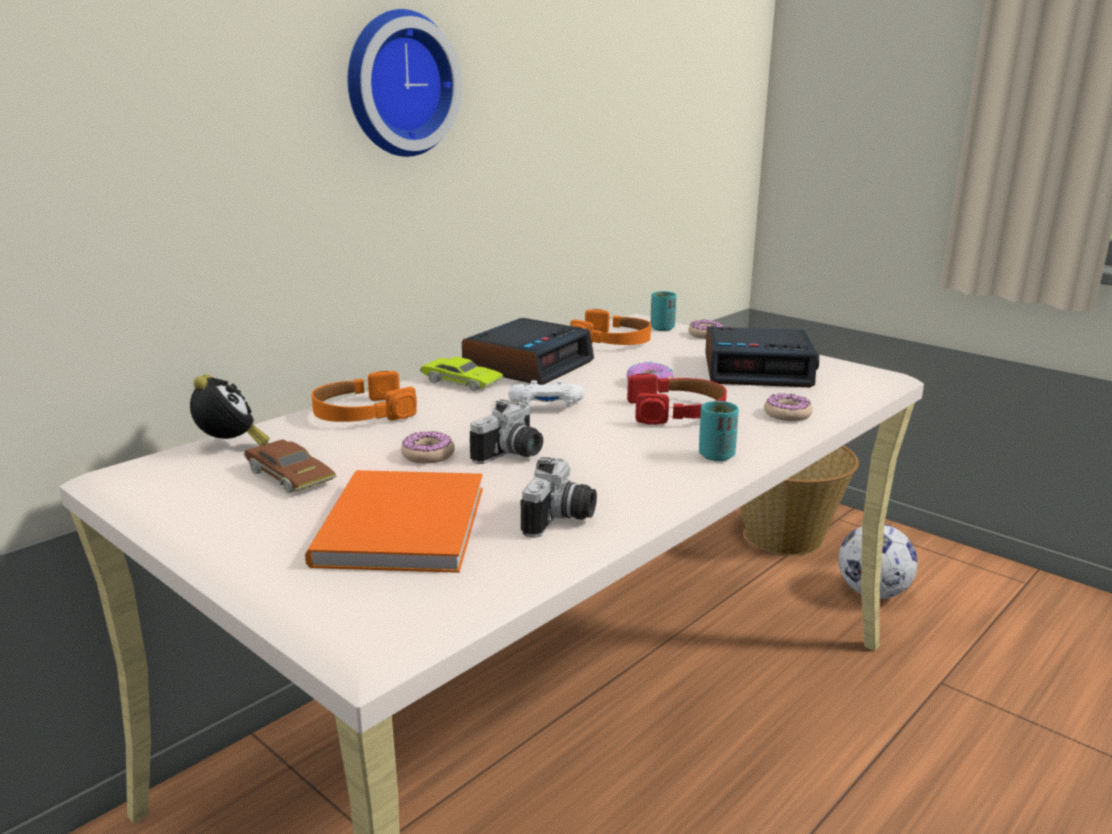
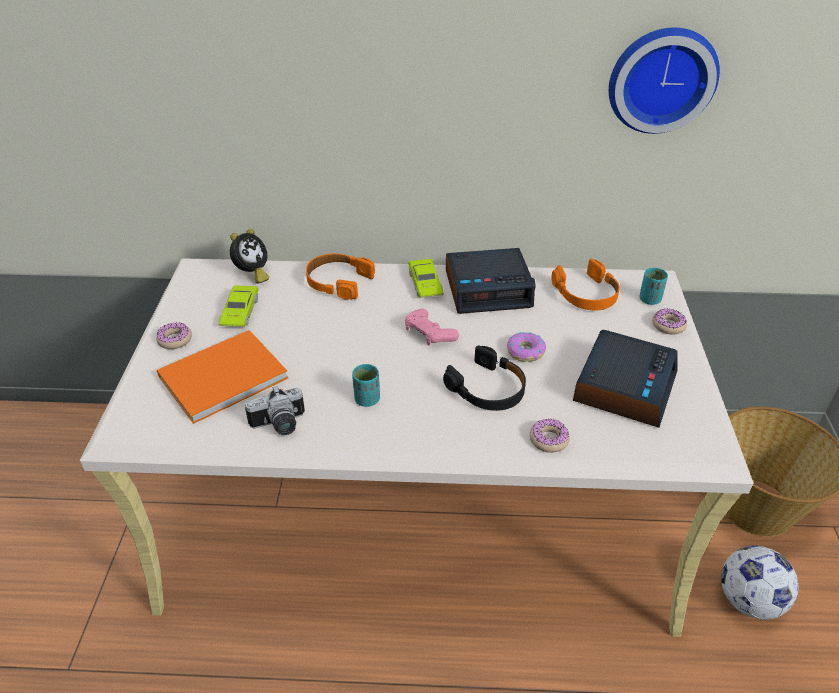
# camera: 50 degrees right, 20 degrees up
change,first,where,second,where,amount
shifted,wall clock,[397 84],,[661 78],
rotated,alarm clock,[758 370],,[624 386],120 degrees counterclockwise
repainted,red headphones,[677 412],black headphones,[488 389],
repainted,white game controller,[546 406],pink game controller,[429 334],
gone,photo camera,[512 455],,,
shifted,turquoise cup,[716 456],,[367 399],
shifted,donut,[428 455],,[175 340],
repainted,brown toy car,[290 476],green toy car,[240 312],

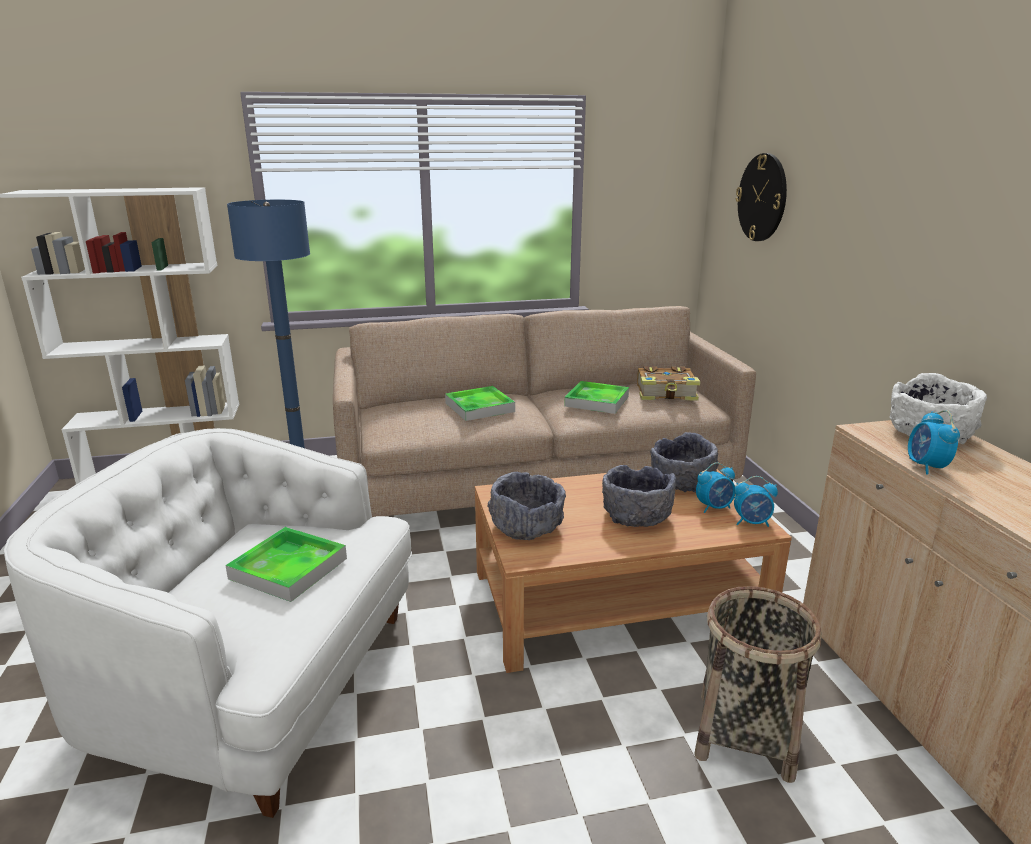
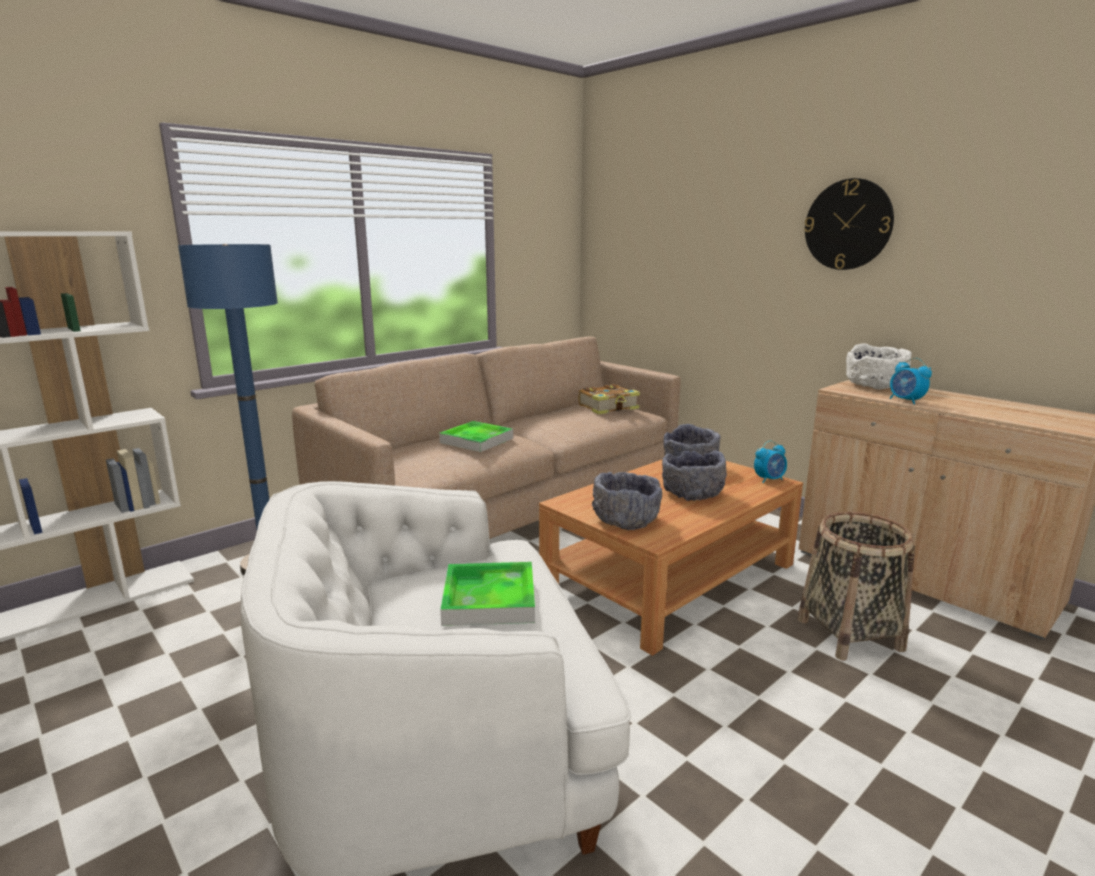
# camera: 30 degrees left, 5 degrees down
change,first,where,second,where,amount
shifted,wall clock,[762 197],,[848 224],
gone,tray,[597 401],,,
gone,alarm clock,[714 507],,,

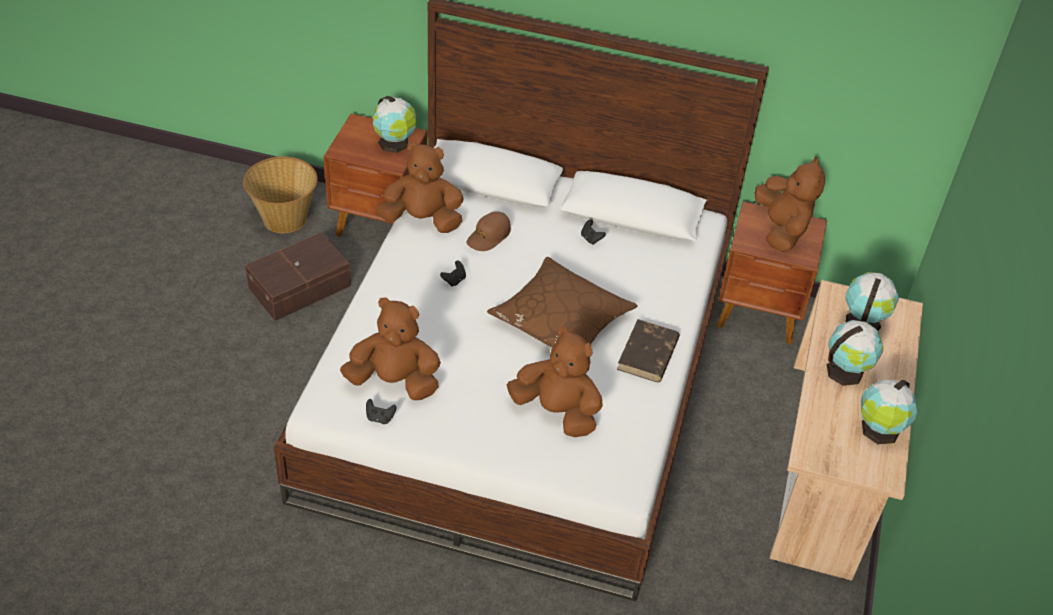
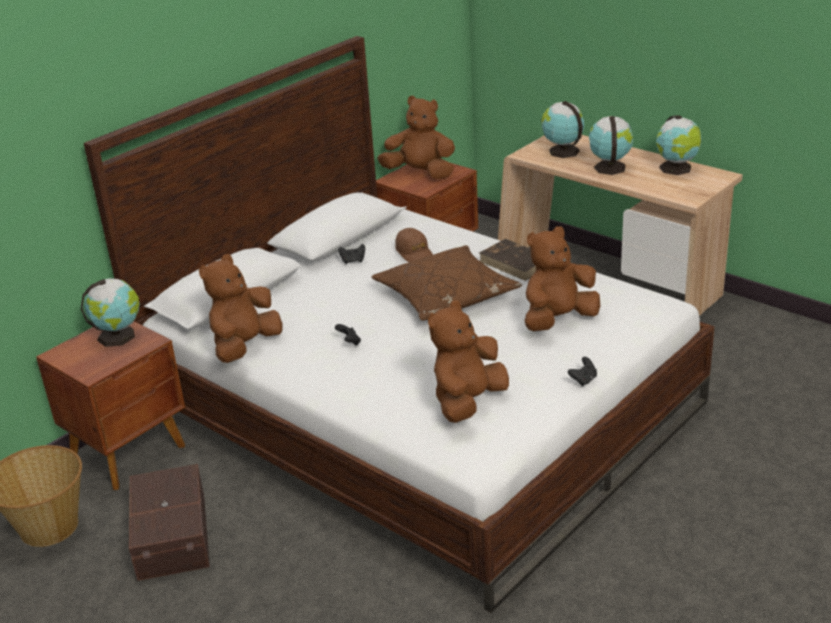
# camera: 60 degrees left, 15 degrees down
change,first,where,second,where,amount
shifted,brown cap,[488 236],,[414 252],
shifted,black game controller,[380 418],,[583 380],

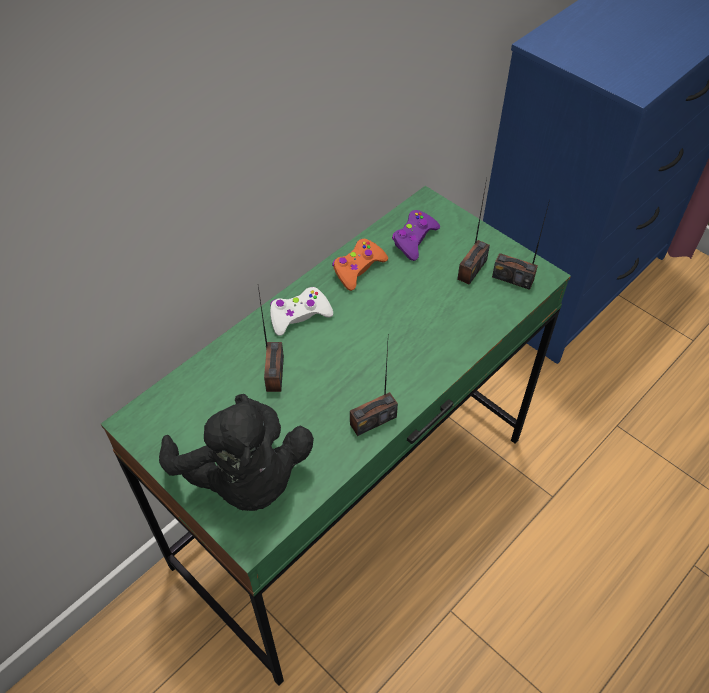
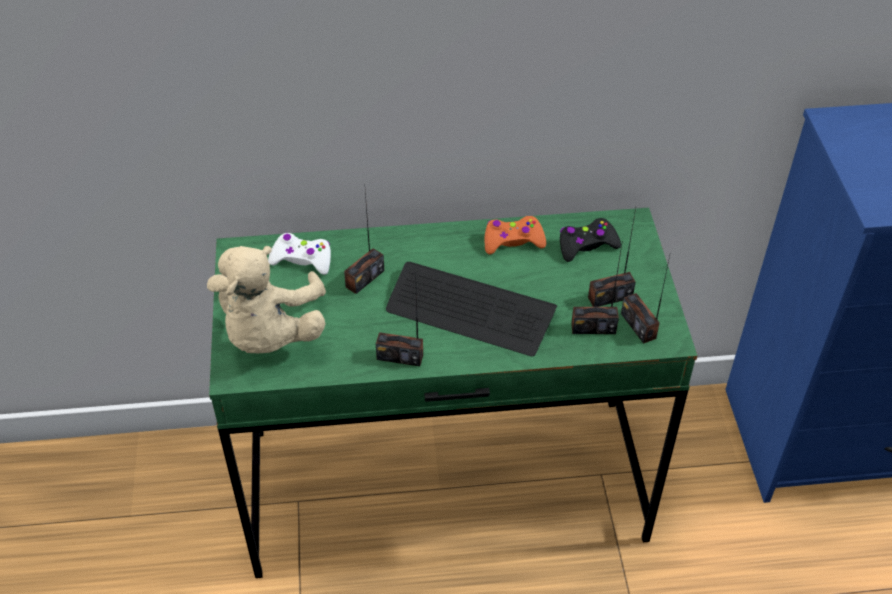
# camera: 40 degrees right, 5 degrees down
change,first,where,second,where,amount
repainted,purple game controller,[414 239],black game controller,[586 245],
shifted,white game controller,[299 316],,[302 259],
repainted,black plush toy,[244 477],beige plush toy,[270 334],
new,,,radio,[593 328],
new,,,keyboard,[470 311],

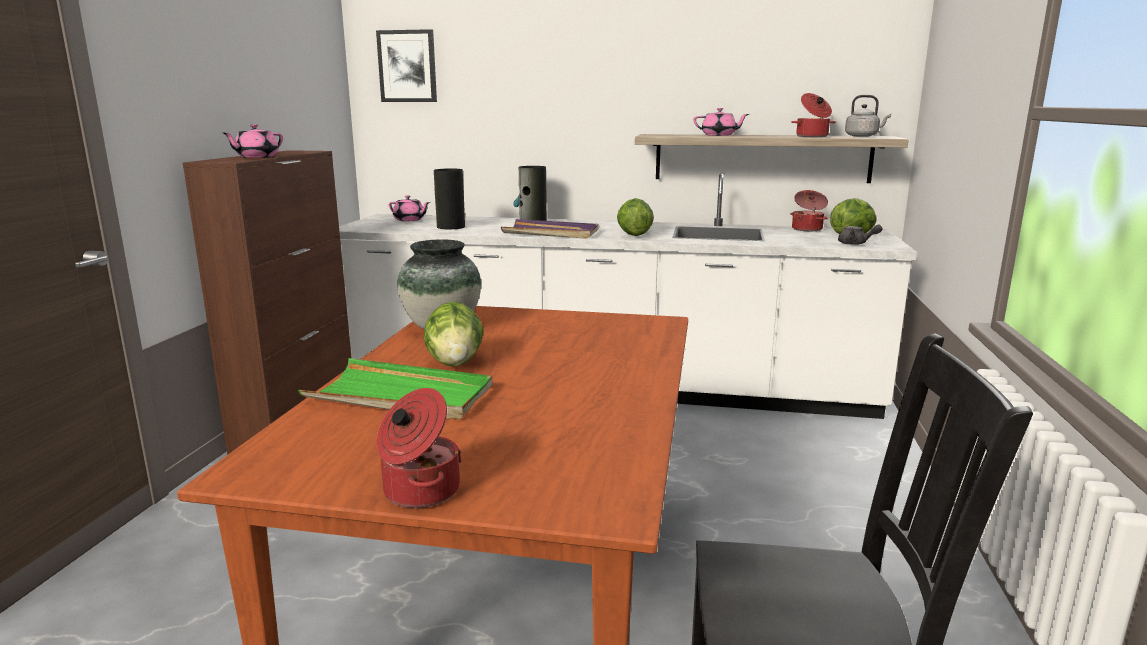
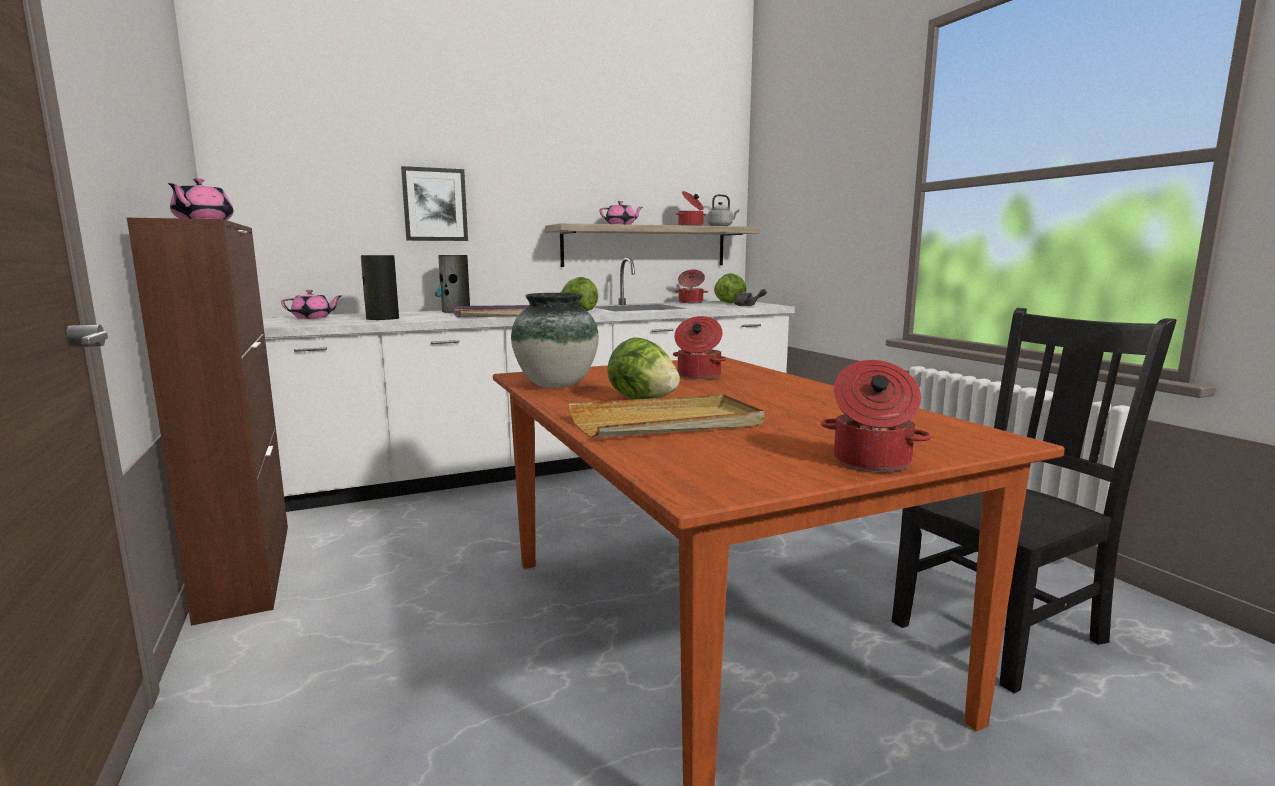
# camera: 35 degrees left, 5 degrees down
change,first,where,second,where,amount
shifted,picture,[407 66],,[435 204],
repainted,green tray,[401 395],beige tray,[666 423],
new,,,cooking pot,[698 376],

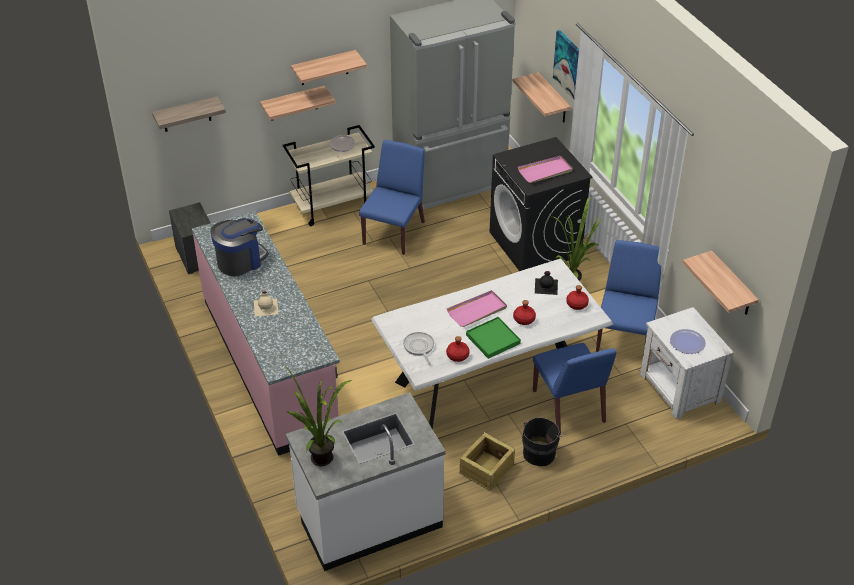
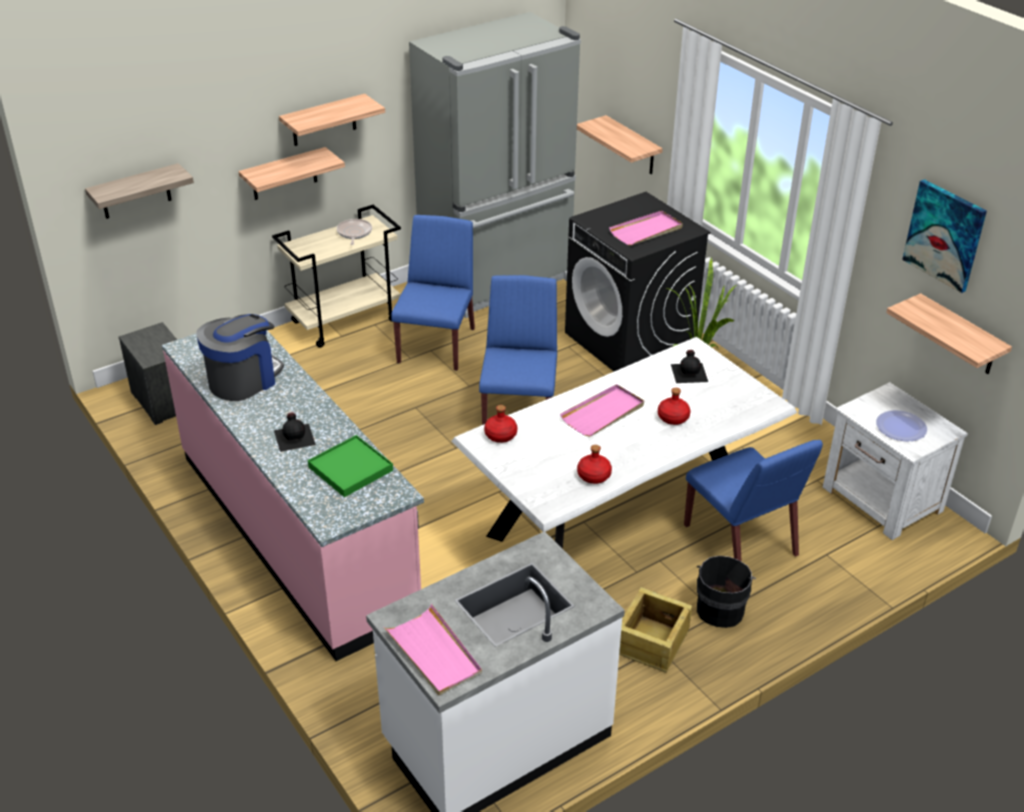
# camera: 10 degrees left, 5 degrees down
change,first,where,second,where,amount
shifted,picture,[569 65],,[945 235],
shifted,blue chair,[624 338],,[519 411],
shifted,red bottle,[577 304],,[500 435],
repainted,beige bottle,[266 307],black bottle,[295 437],
shifted,green tray,[493 339],,[350 469],
gone,frying pan,[419 347],,,
swapped,potted plant,[321 463],pink tray,[434 653],

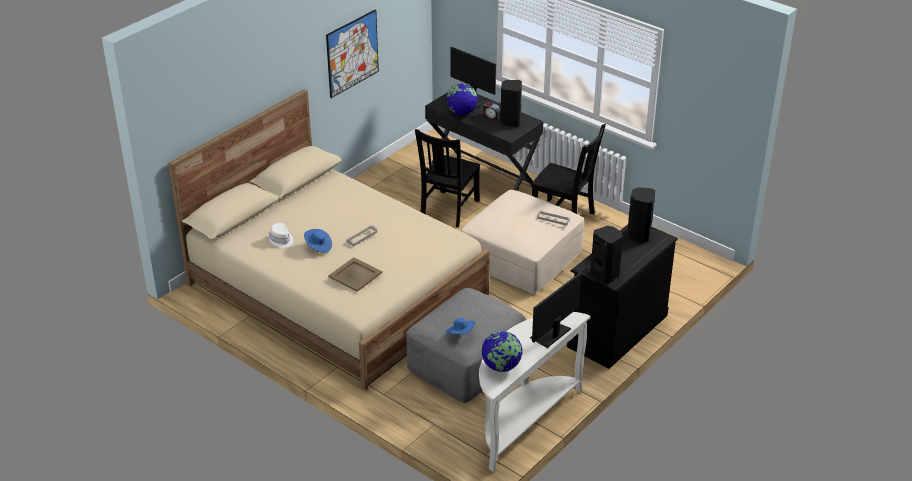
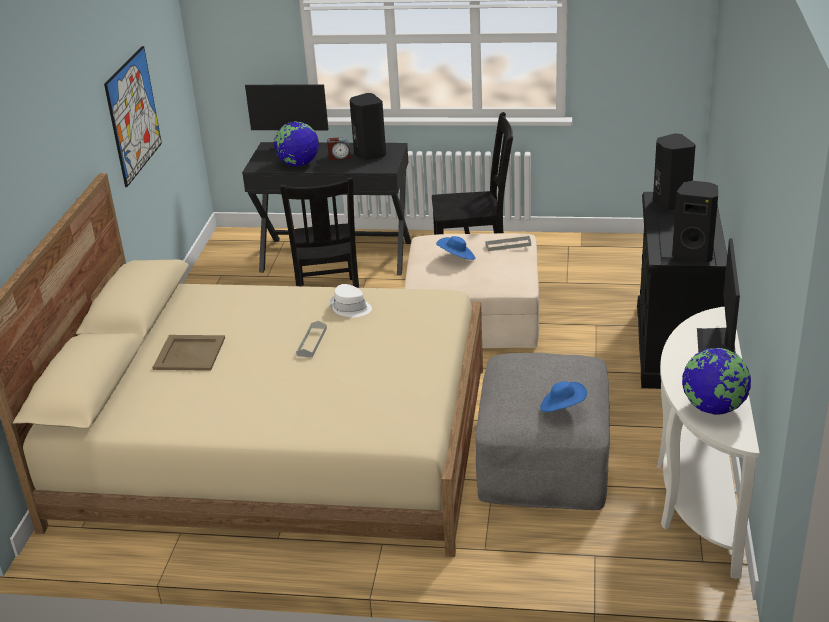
# camera: 30 degrees left, 5 degrees down
change,first,where,second,where,amount
shifted,white hat,[280 239],,[350 308],
shifted,blue hat,[318 246],,[457 258],
shifted,beige tray,[355 274],,[189 353],

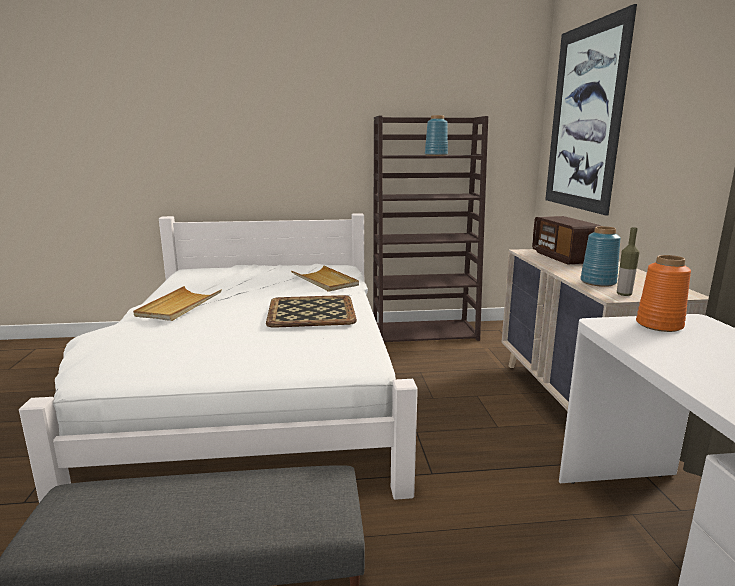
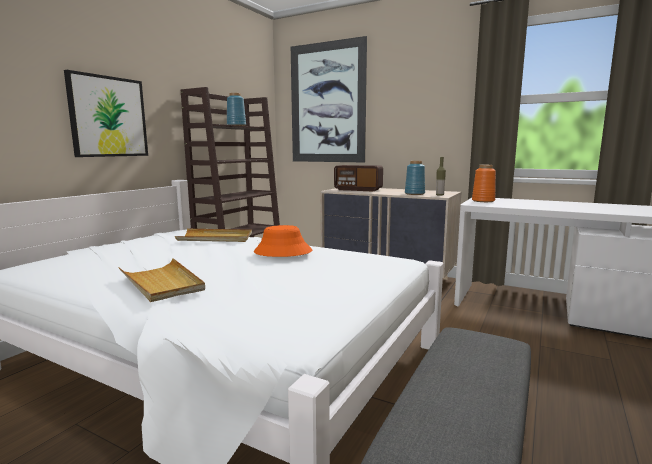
# camera: 55 degrees left, 5 degrees down
change,first,where,second,where,amount
swapped,tray,[310 311],orange hat,[282 252],
new,,,picture,[108 117],

